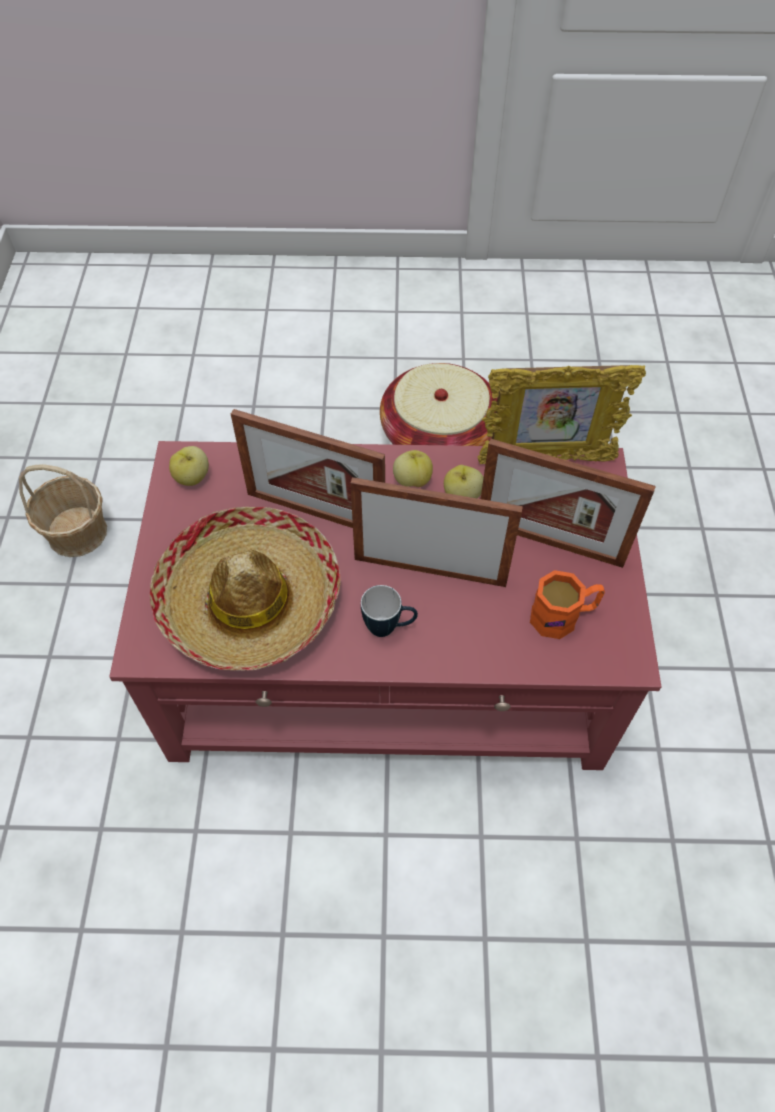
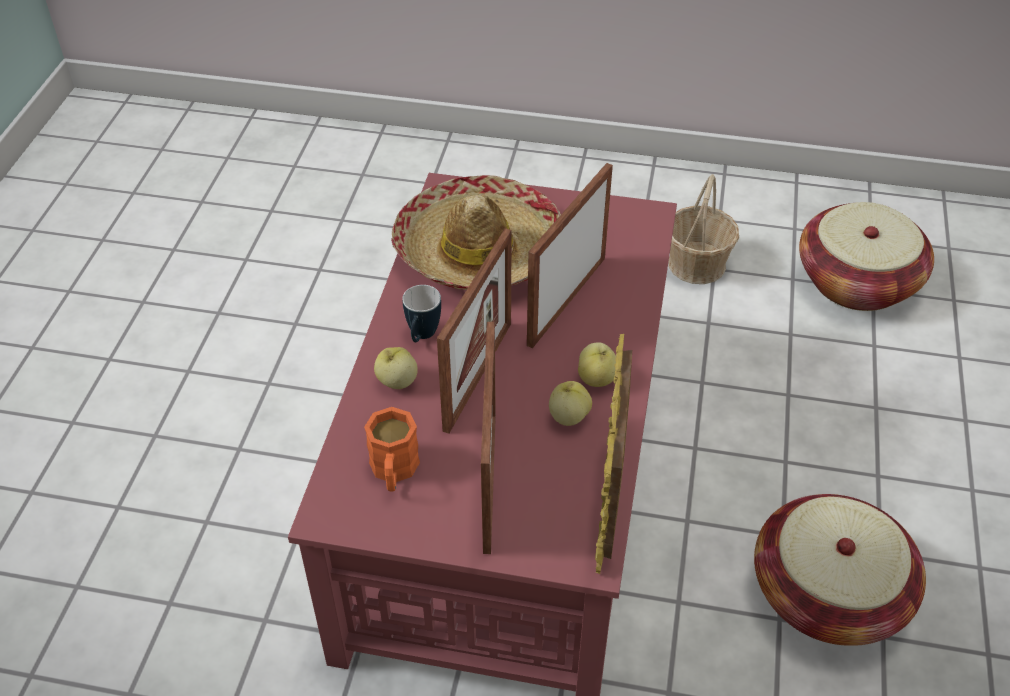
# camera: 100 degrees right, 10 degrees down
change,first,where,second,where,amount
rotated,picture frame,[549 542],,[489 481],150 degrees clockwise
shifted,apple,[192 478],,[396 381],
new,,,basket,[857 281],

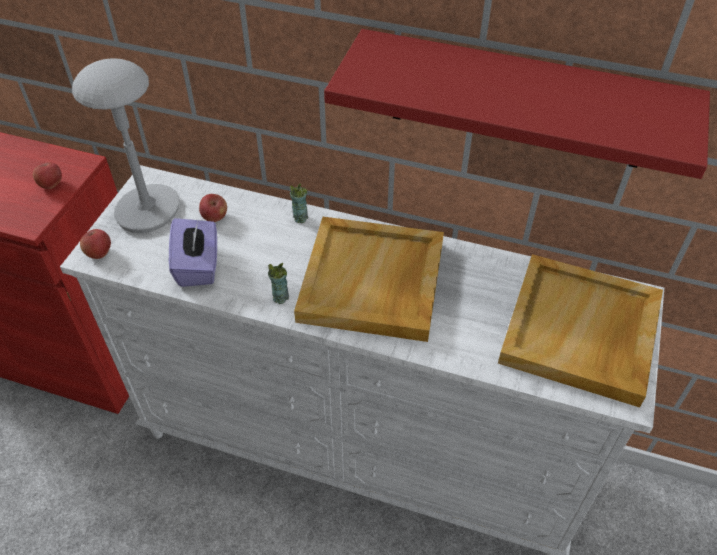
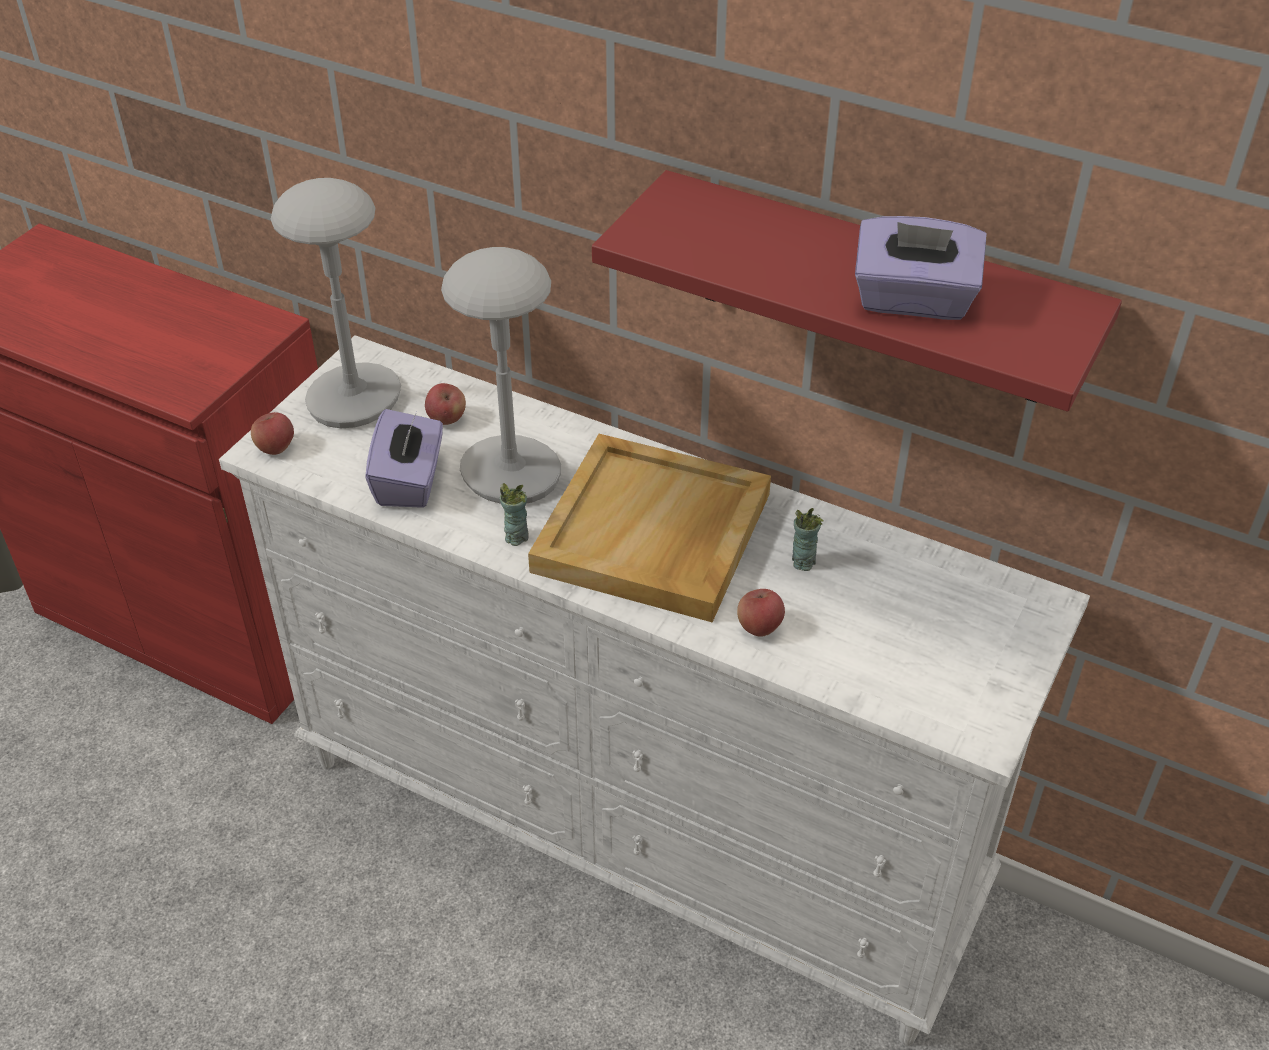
# camera: 10 degrees right, 5 degrees down
change,first,where,second,where,amount
shifted,apple,[51 184],,[759 627],
shifted,cup,[300 217],,[803 561],
gone,beige tray,[581 332],,,
new,,,purple tissue box,[913 301],
new,,,grey table lamp,[511 473],

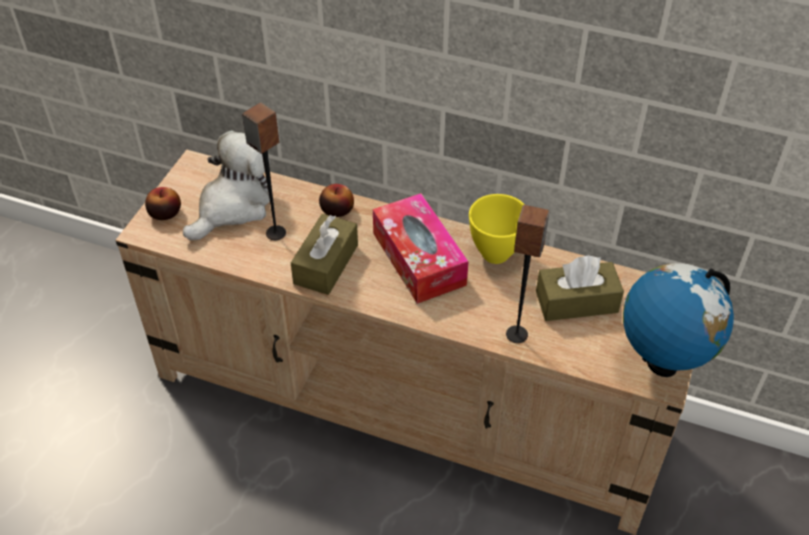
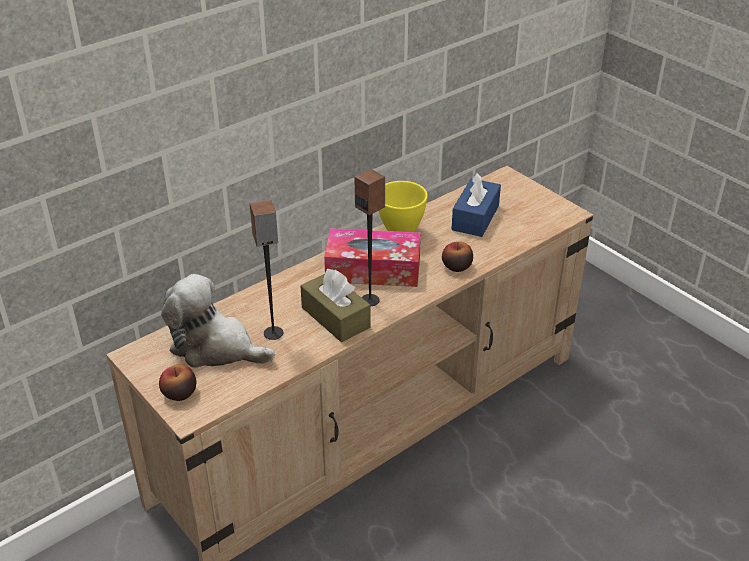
# camera: 60 degrees left, 10 degrees down
change,first,where,second,where,amount
rotated,plush toy,[233 206],,[215 347],45 degrees counterclockwise
shifted,apple,[337 210],,[456 266],
shifted,speaker,[517 334],,[370 300],
repainted,brown tissue box,[576 302],blue tissue box,[475 218],
gone,globe,[661 363],,,

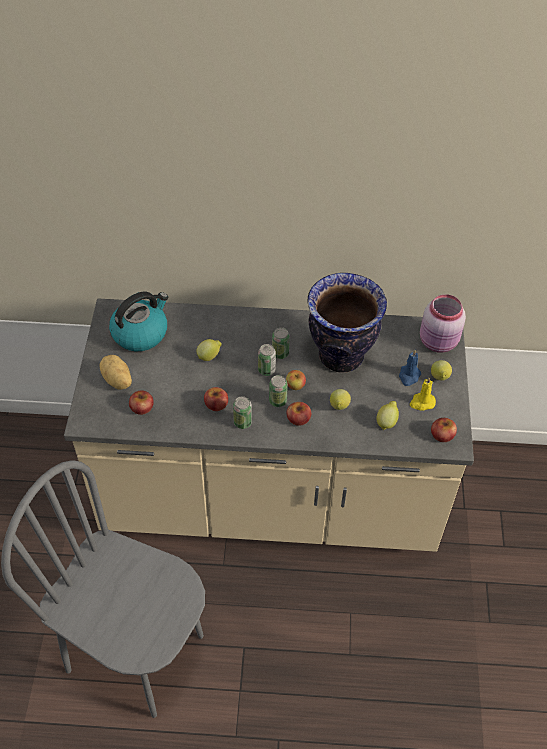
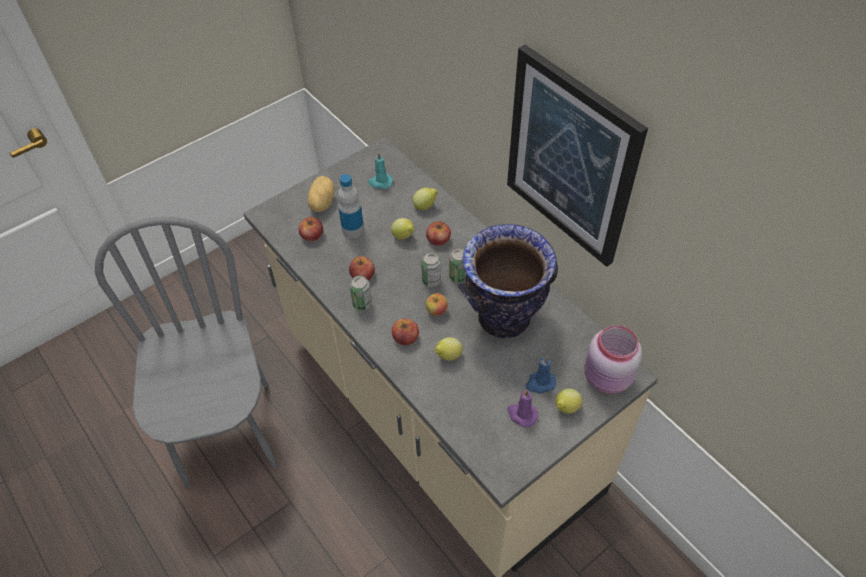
# camera: 50 degrees right, 0 degrees up
change,first,where,second,where,amount
swapped,kettle,[140 333],turquoise candle,[380 182],
gone,can,[277 401],,,
repainted,yellow candle,[422 402],purple candle,[521 414],
shifted,lemon,[387 422],,[425 206],
shifted,apple,[442 434],,[438 239],
new,,,picture,[570 158],
new,,,bottle,[353 230],

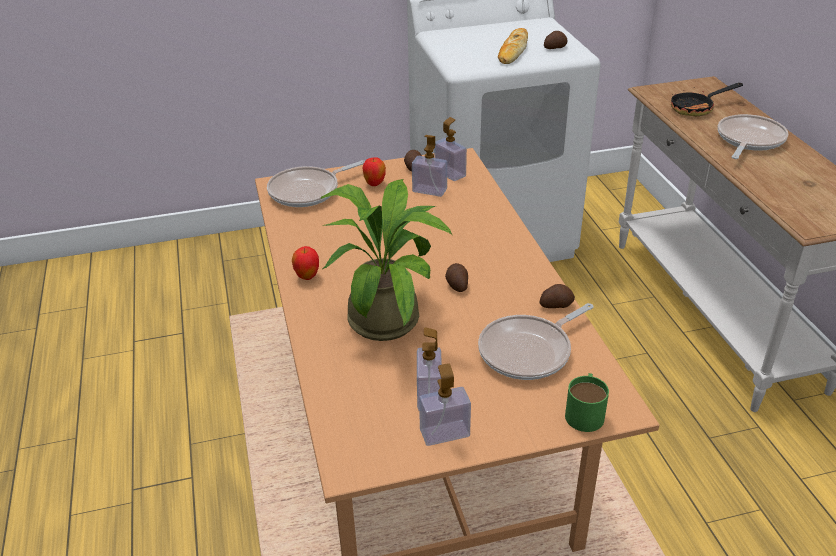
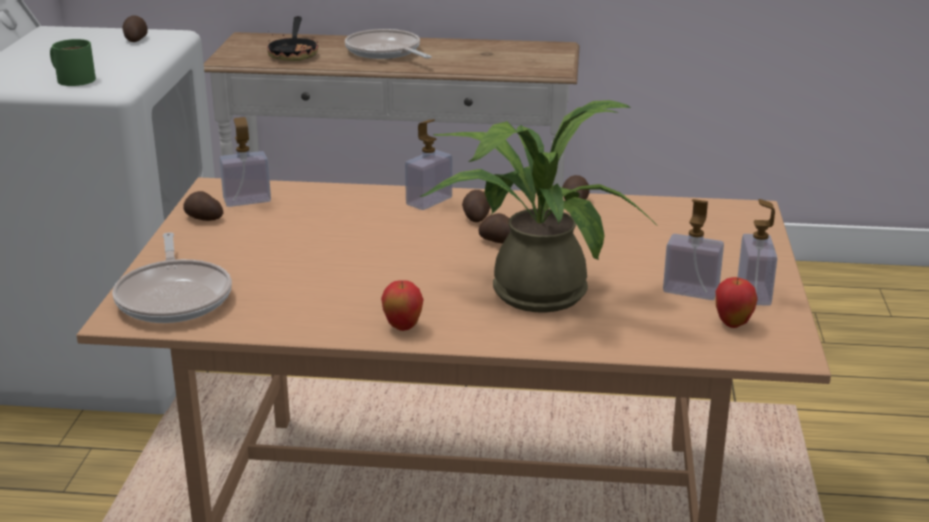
# camera: 70 degrees left, 10 degrees down
change,first,where,second,where,amount
gone,bread,[513 50],,,
shifted,soap dispenser,[429 190],,[429 201],
shifted,apple,[374 184],,[733 324],
gone,frying pan,[529 351],,,
shifted,green mug,[585 411],,[71 78],
new,,,potato,[476 217],

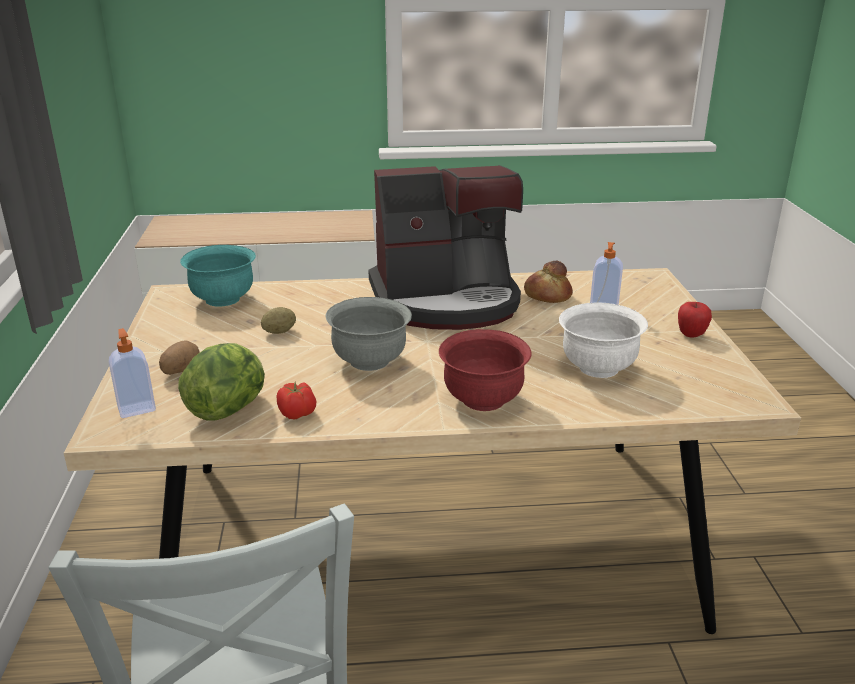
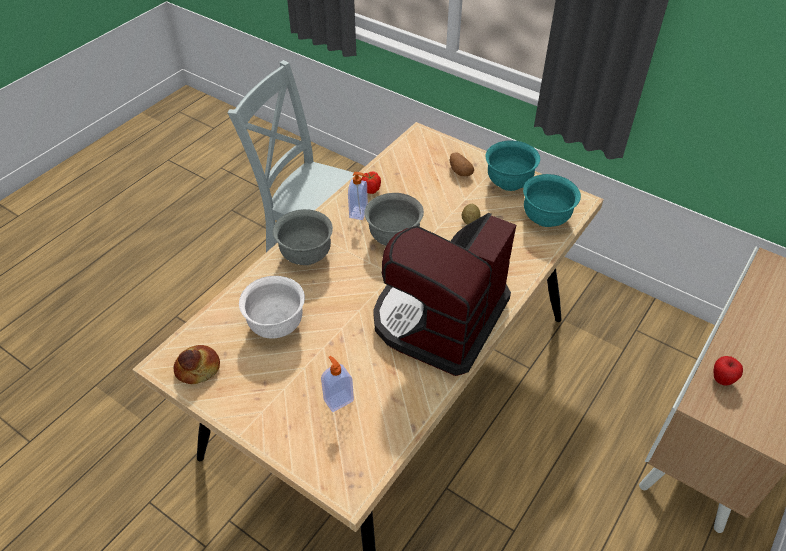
# camera: 130 degrees right, 20 degrees up
change,first,where,second,where,amount
shifted,bread,[547 295],,[198 369],
shifted,apple,[691 335],,[722 379],
shifted,soap dispenser,[136 408],,[359 213],
repainted,red bowl,[482 400],grey bowl,[306 255],
gone,lettuce,[229 409],,,
new,,,turquoise bowl,[508 182],

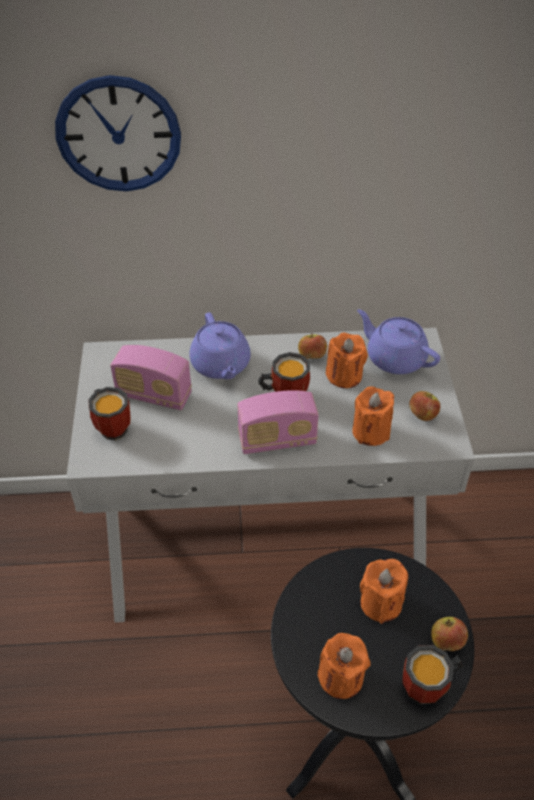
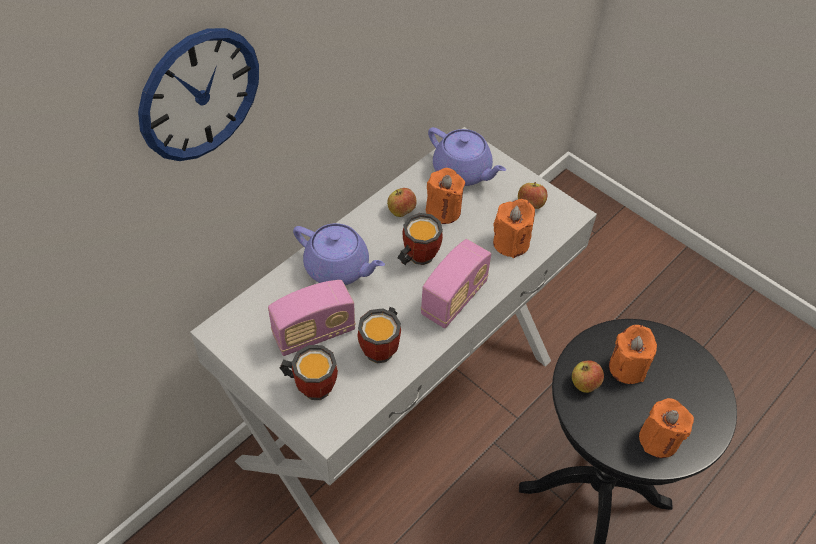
# camera: 45 degrees left, 5 degrees up
change,first,where,second,where,amount
rotated,purple teapot,[394 358],,[463 171],135 degrees counterclockwise
shifted,apple,[446 641],,[584 384],
shifted,mug,[429 688],,[383 347],

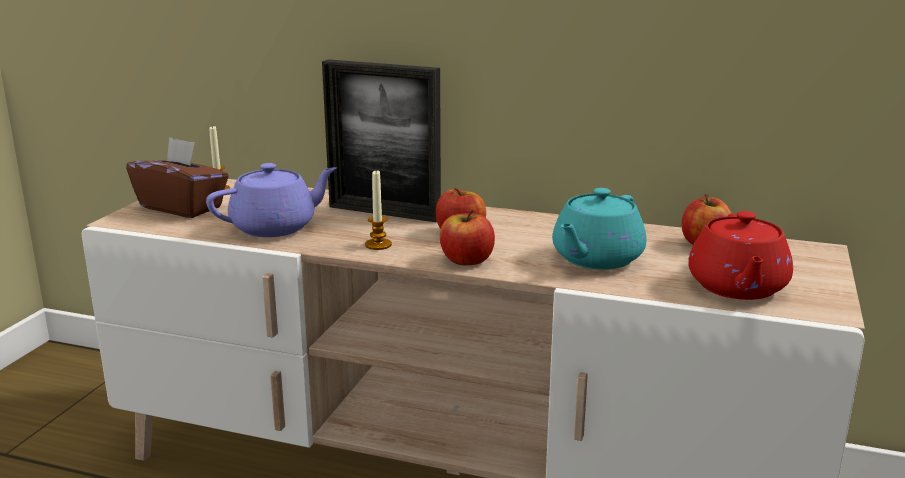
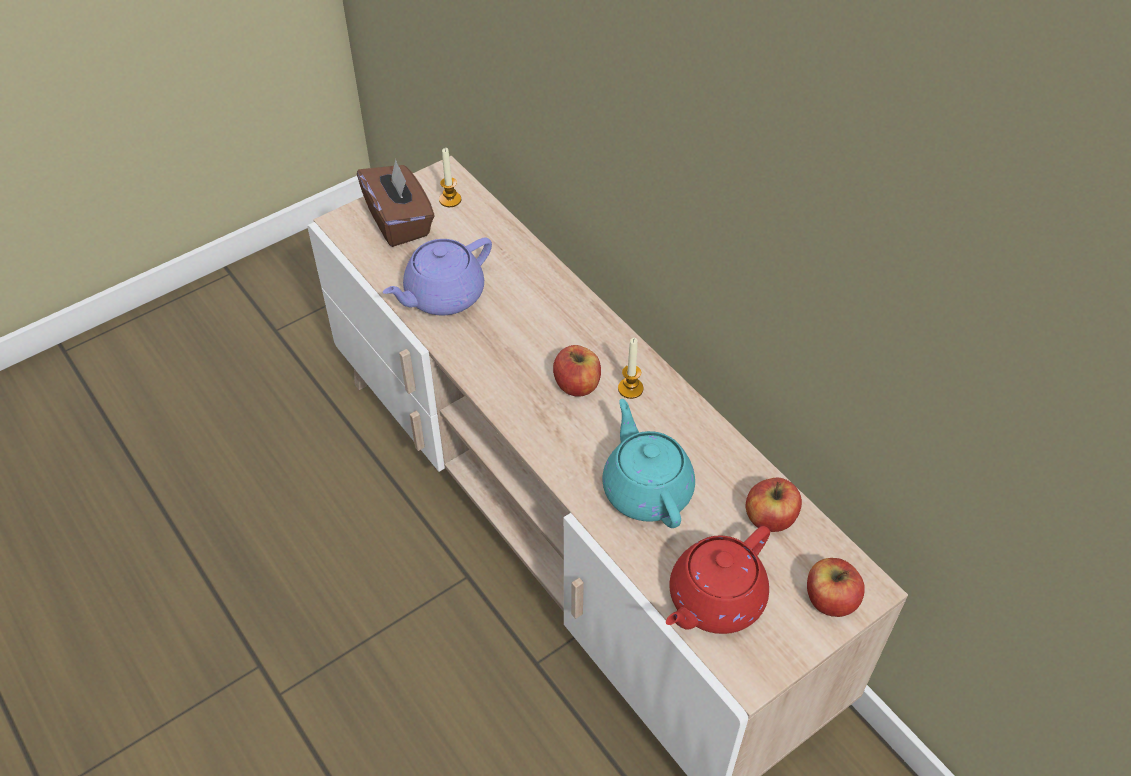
# camera: 35 degrees right, 30 degrees up
change,first,where,second,where,amount
gone,picture frame,[384 212],,,
rotated,purple teapot,[275 227],,[442 296],135 degrees clockwise
shifted,candle,[378 245],,[630 389],
rotated,turquoise teapot,[596 259],,[646 489],90 degrees clockwise
shifted,apple,[467 261],,[830 600],

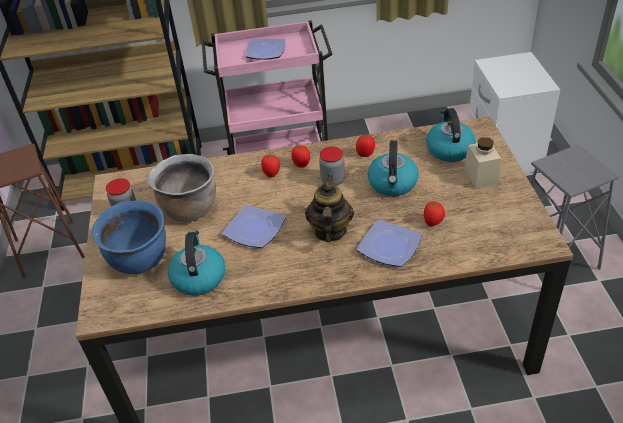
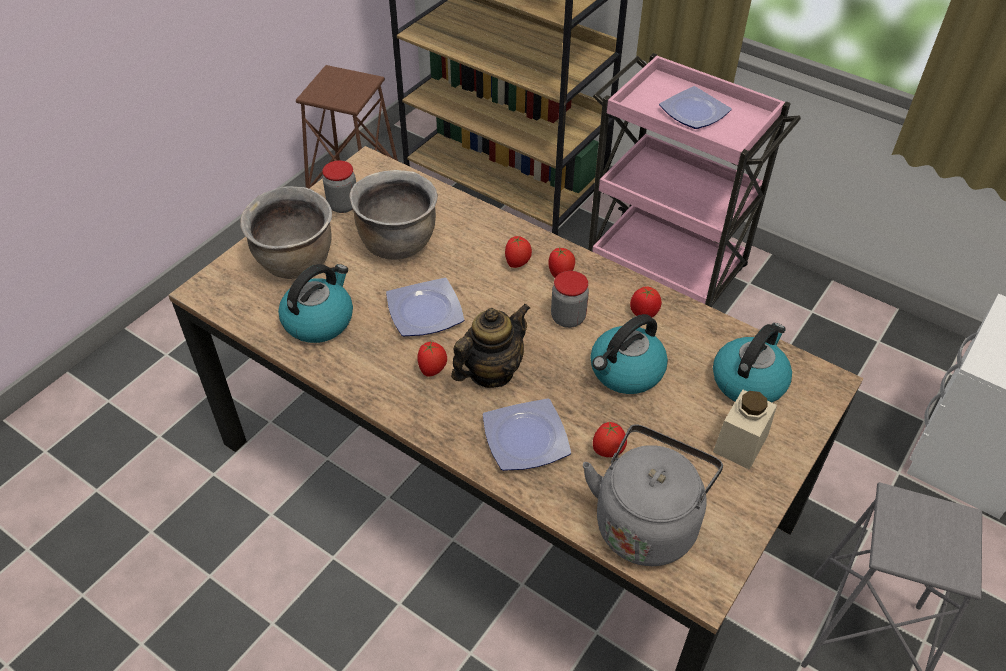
# camera: 40 degrees right, 5 degrees up
change,first,where,second,where,amount
repainted,blue cooking pot,[140 260],brown cooking pot,[296 263],
new,,,tomato,[433 370],
new,,,grey kettle,[647 521],

